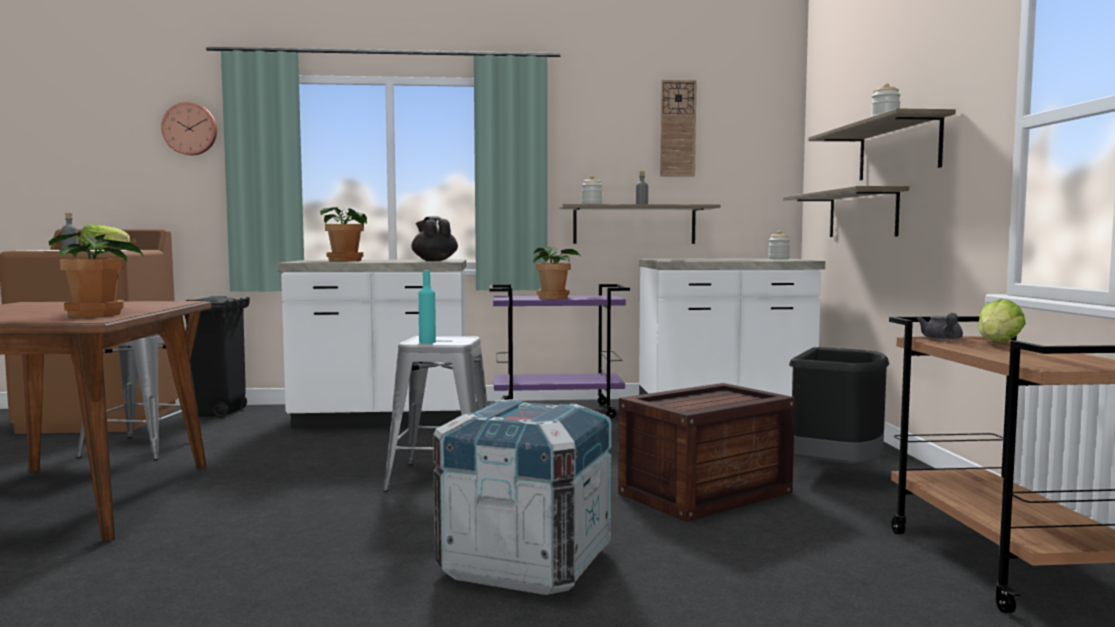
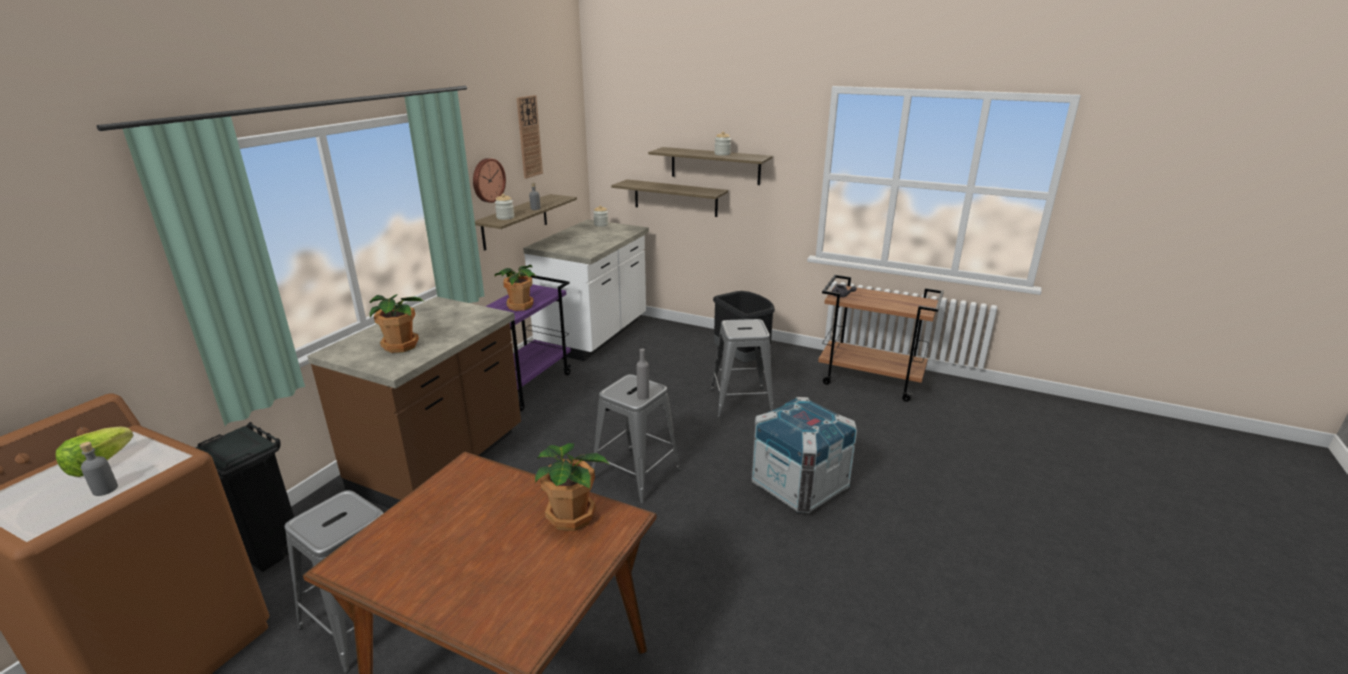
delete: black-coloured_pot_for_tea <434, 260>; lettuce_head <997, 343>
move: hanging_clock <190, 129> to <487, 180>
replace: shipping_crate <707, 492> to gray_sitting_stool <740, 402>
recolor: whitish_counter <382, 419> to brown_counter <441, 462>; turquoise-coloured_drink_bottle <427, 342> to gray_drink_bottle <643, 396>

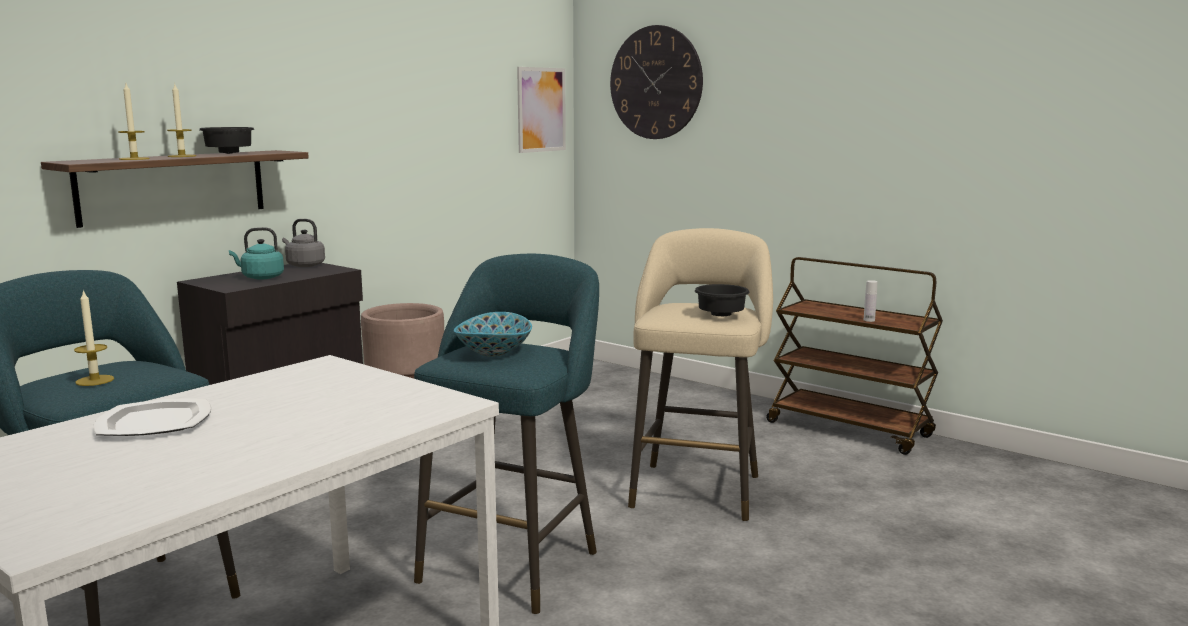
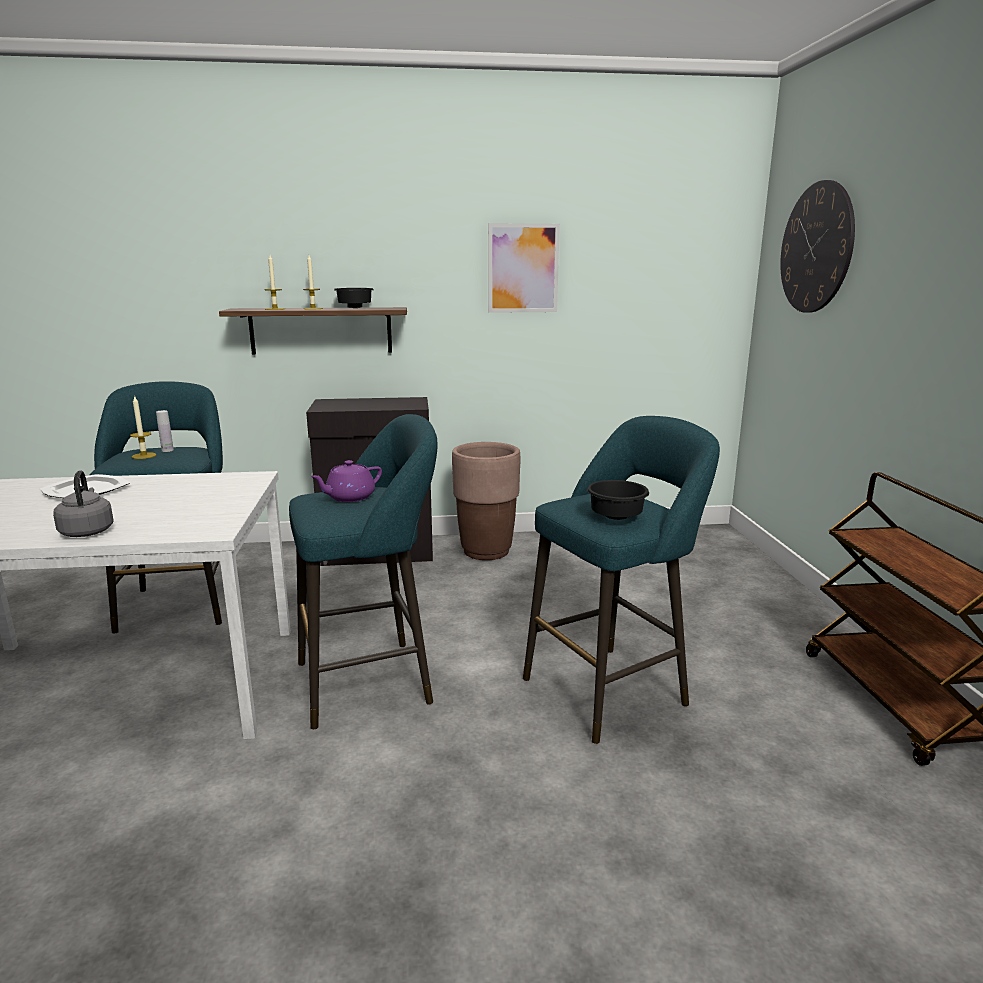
delete: turquoise-coloured_water_kettle <260, 277>
move: gray_water_kettle <304, 265> to <87, 531>; whitish_drink_bottle <869, 320> to <167, 450>; wall_art <541, 109> to <523, 268>
replace: bowl <494, 351> to purple-coloured_pot_for_tea <349, 497>
recolor: beige_sitting_stool <697, 487> to turquoise-coloured_sitting_stool <611, 688>

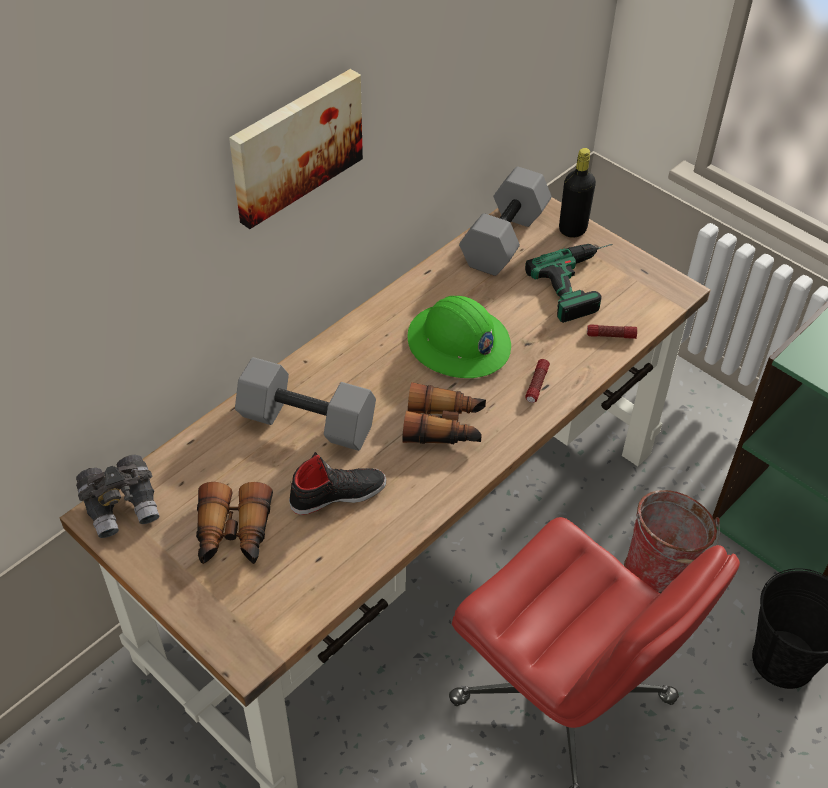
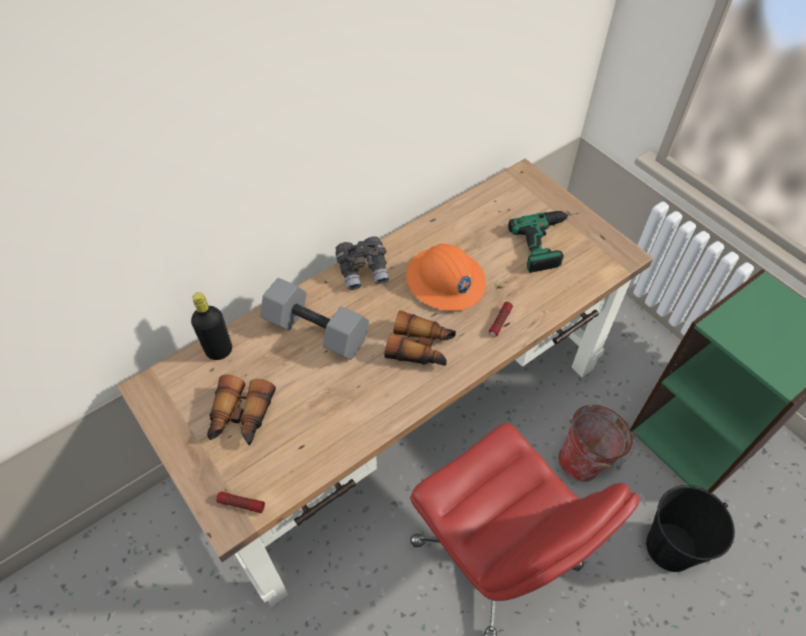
delete: wall_art <294, 145>; black-coloured_shoe <337, 494>; gray_hand_weight <505, 240>
move: black-coloured_drink_bottle <572, 229> to <219, 350>; hand_torch <611, 336> to <241, 504>; gray_pair_of_binoculars <122, 506> to <364, 271>
recolor: green_hard_hat <458, 344> to orange-coloured_hard_hat <445, 281>

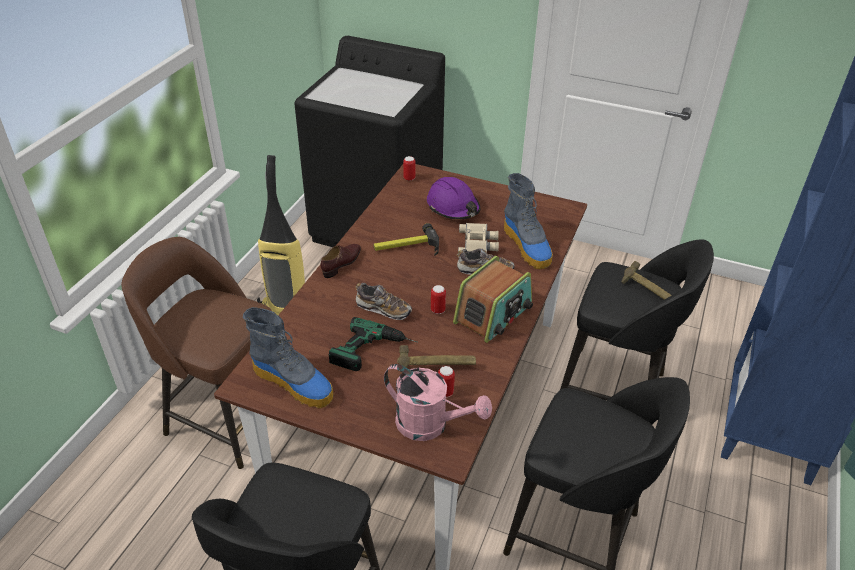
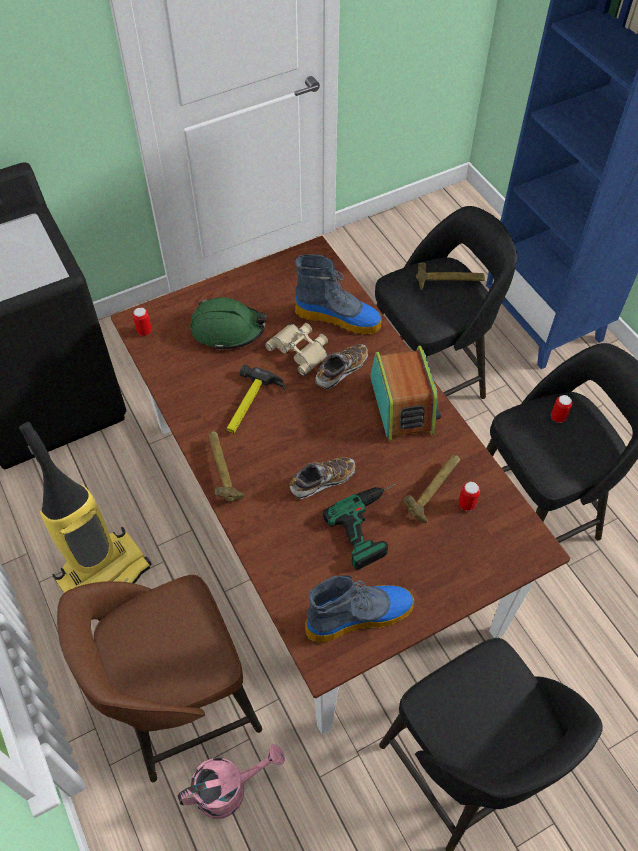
move: pinkish_watering_can <430, 425> to <230, 788>; can <437, 310> to <558, 417>
replace: brown_shoe <342, 263> to hand_hammer <223, 472>
recolor: purple-coloured_hard_hat <453, 207> to green_hard_hat <228, 329>

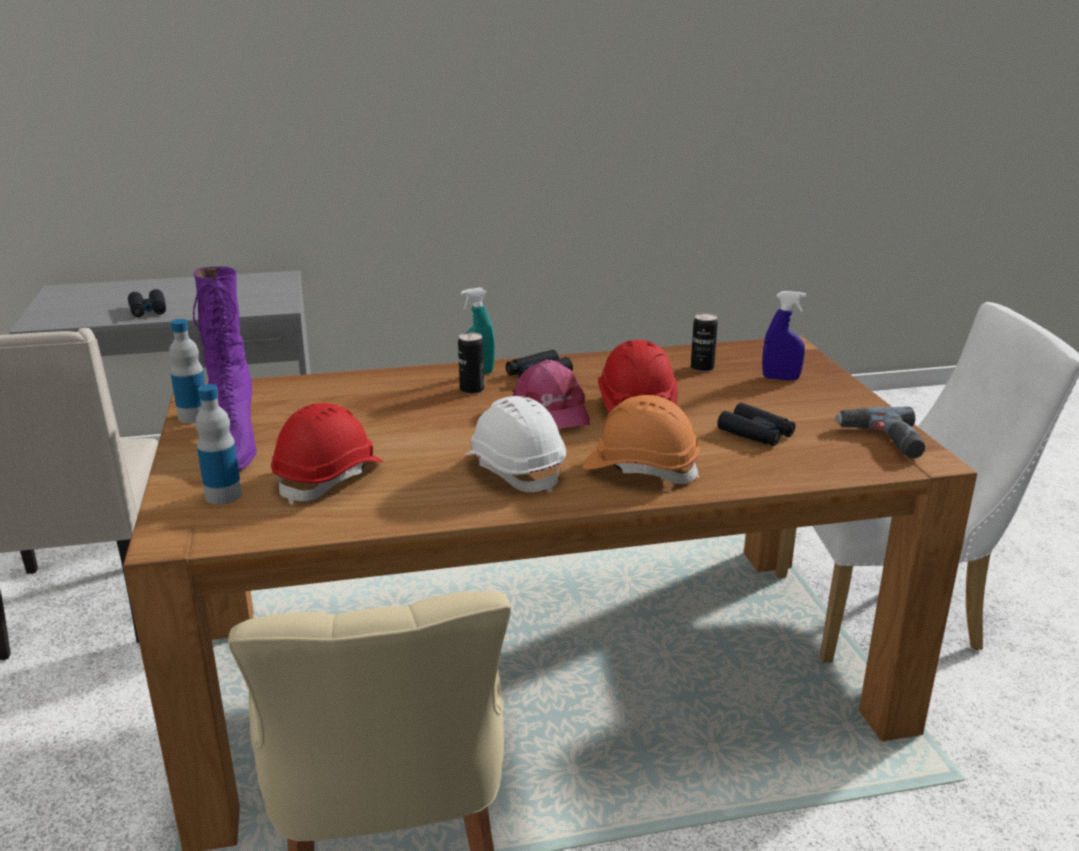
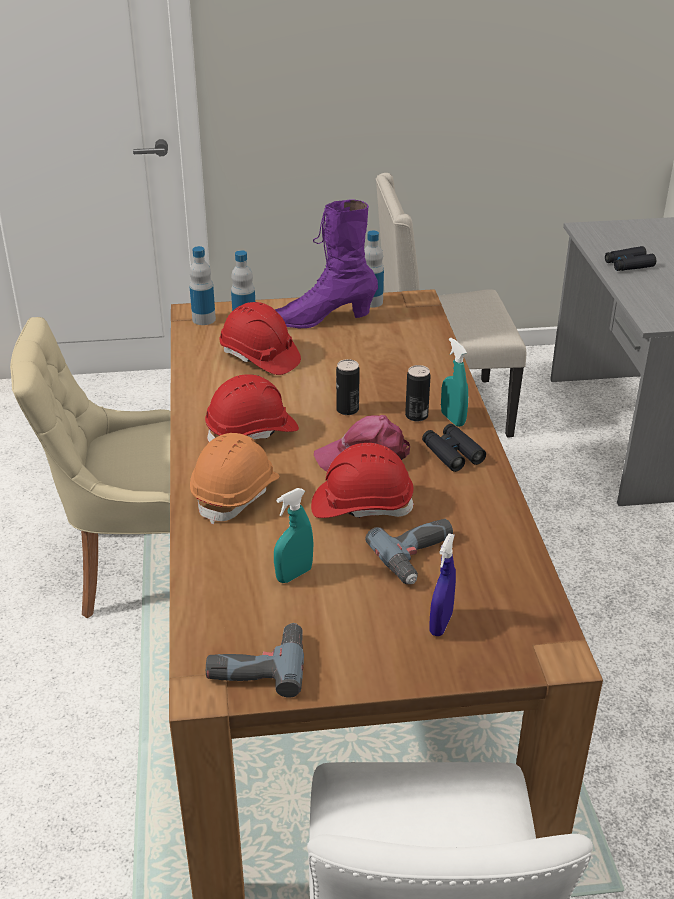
insert: drink_bottle <204, 319>; drill <419, 557>
move: can <702, 368> to <347, 410>
replace: black-coloured_pair_of_binoculars <756, 433> to turquoise-coloured_spray_bottle <294, 574>
recolor: whitish_hard_hat <515, 469> to red-coloured_hard_hat <252, 432>

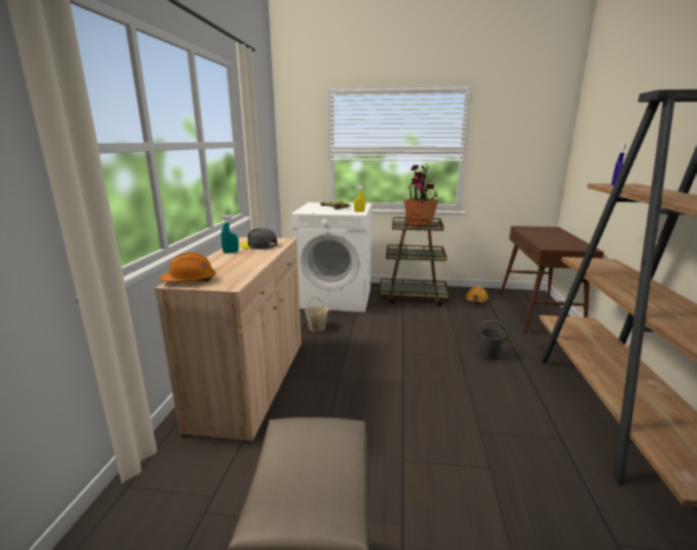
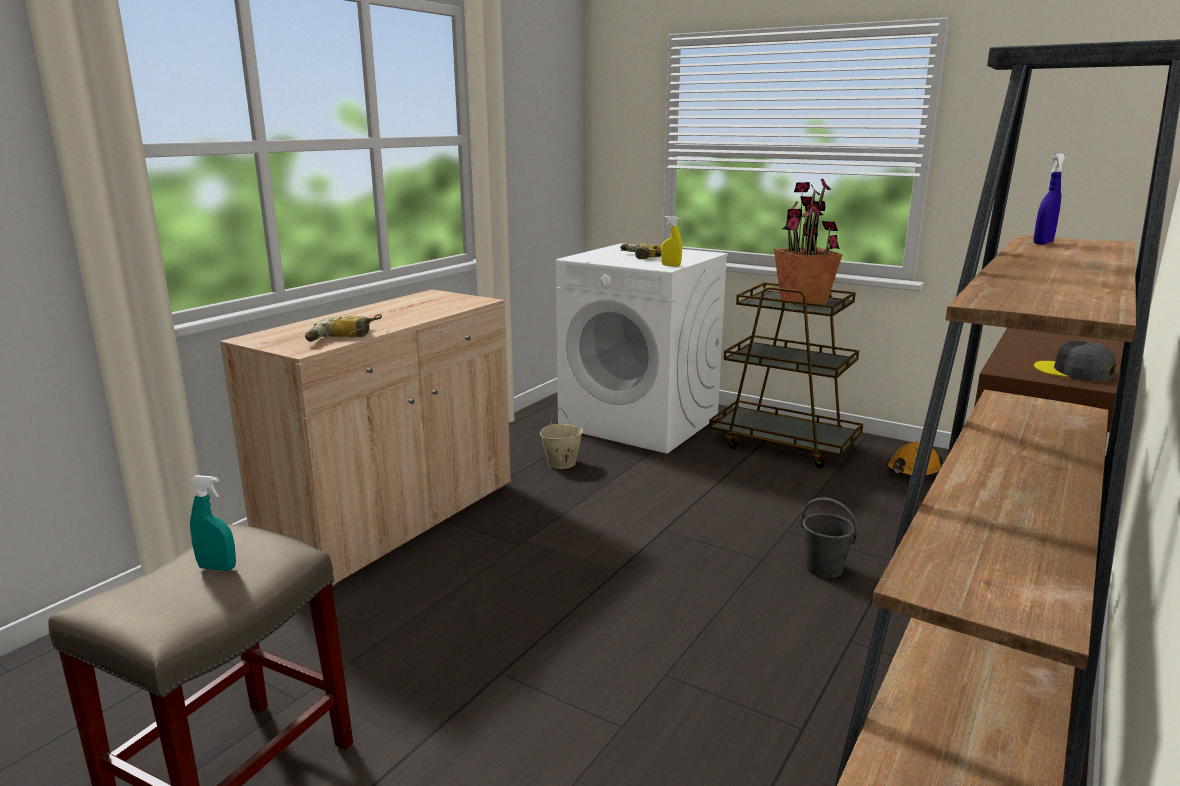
delete: orange-coloured_hard_hat <190, 280>
insert: drill <344, 336>
move: turquoise-coloured_spray_bottle <230, 252> to <217, 568>; gray_cap <258, 245> to <1074, 372>

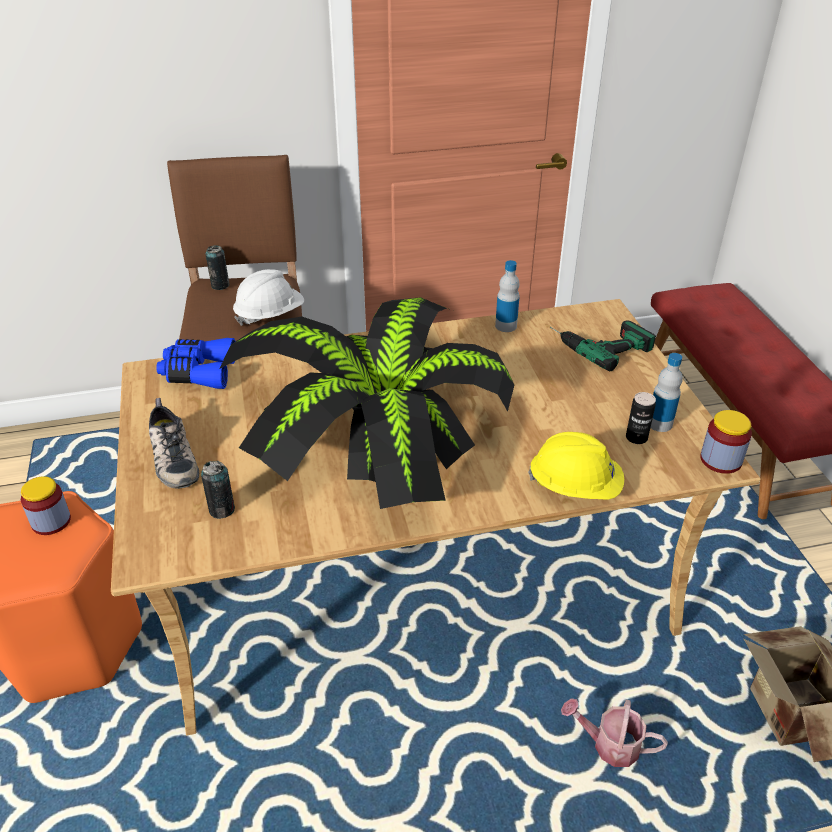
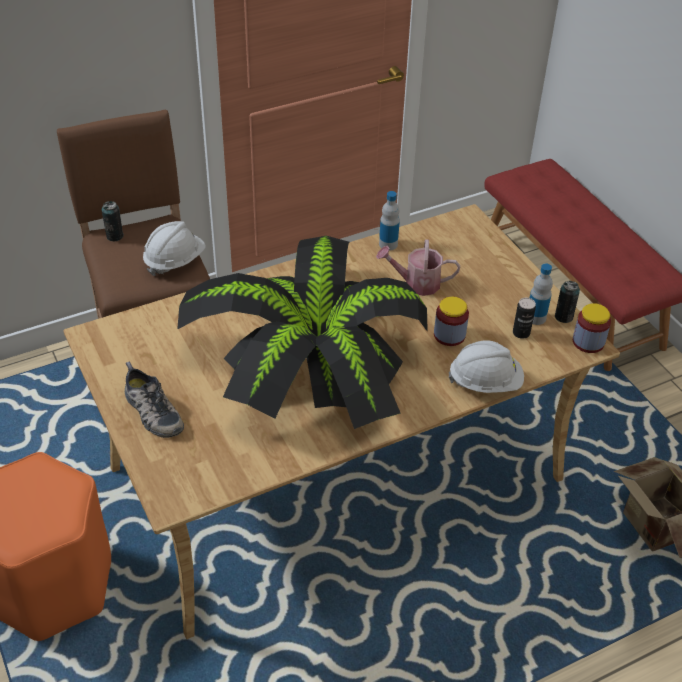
delete: blue_pair_of_binoculars <198, 372>; drill <598, 343>
move: watering_can <609, 746> to <416, 283>; preserve_jar <51, 521> to <449, 335>; can <222, 510> to <563, 317>
recolor: yellow_hard_hat <575, 487> to whitish_hard_hat <485, 382>

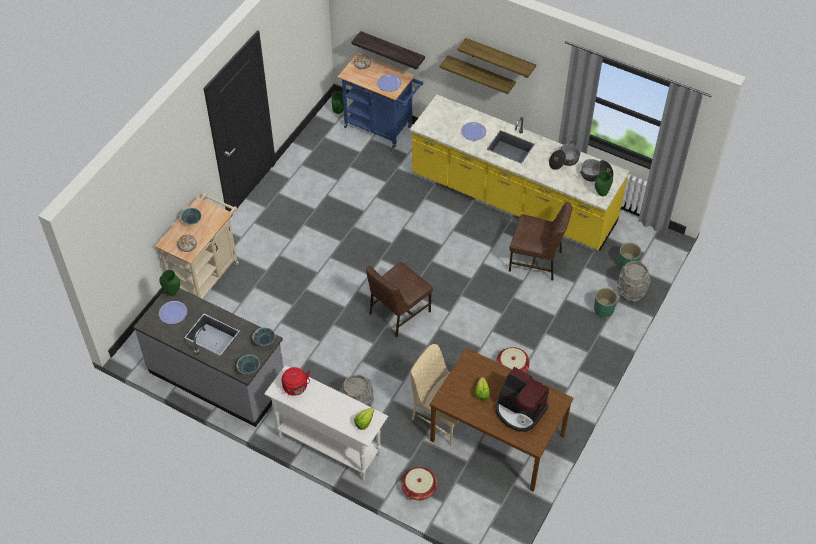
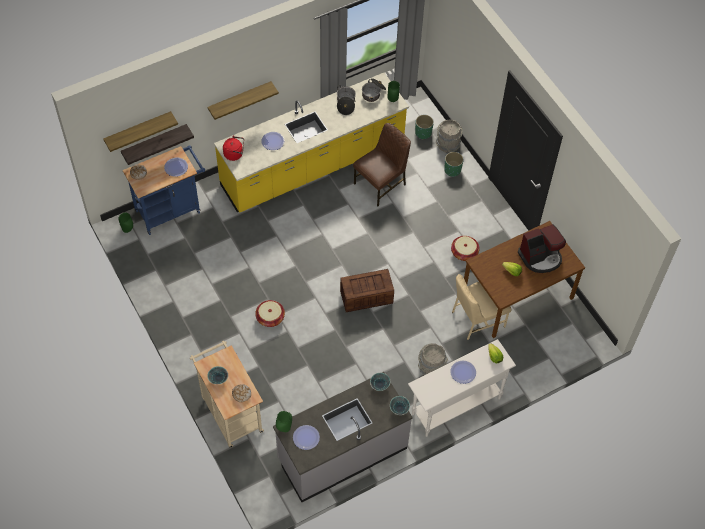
insert: flat_dish <463, 372>
move: bracket_shelf <500, 58> to <138, 130>; red-coloured_water_kettle <296, 388> to <234, 154>; storage_basket <419, 488> to <270, 318>
replace: brown_plain_chair <398, 312> to shipping_crate <365, 297>

